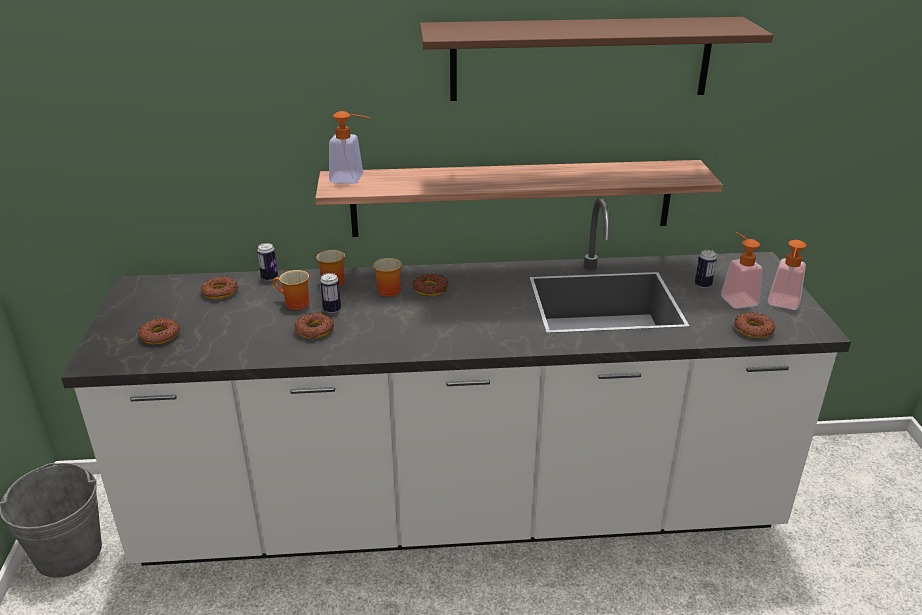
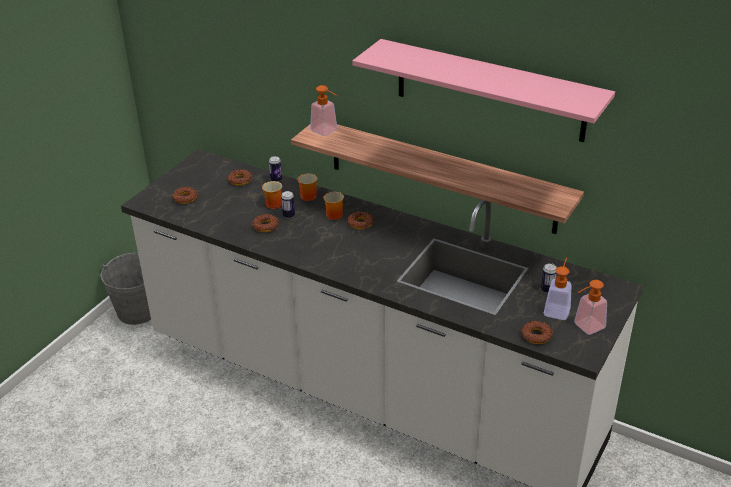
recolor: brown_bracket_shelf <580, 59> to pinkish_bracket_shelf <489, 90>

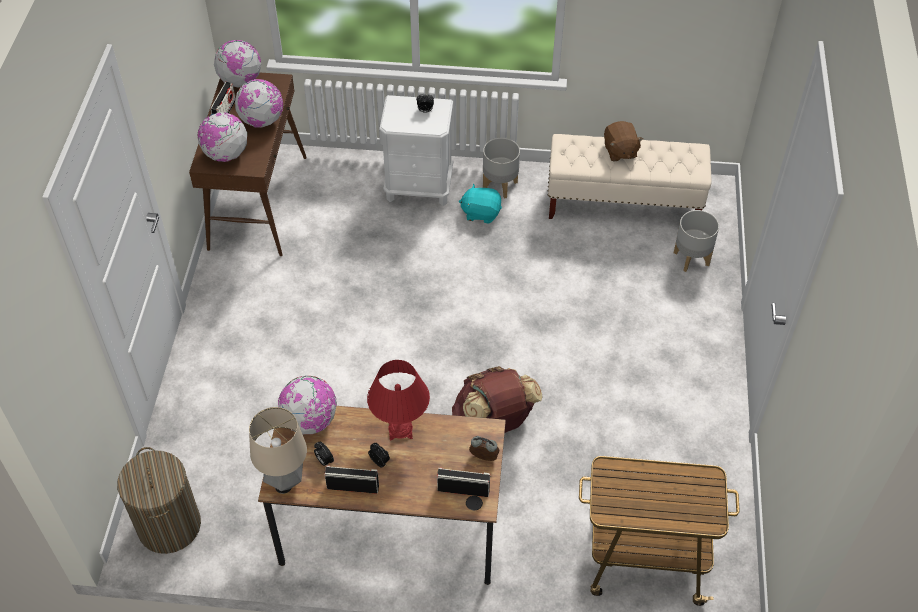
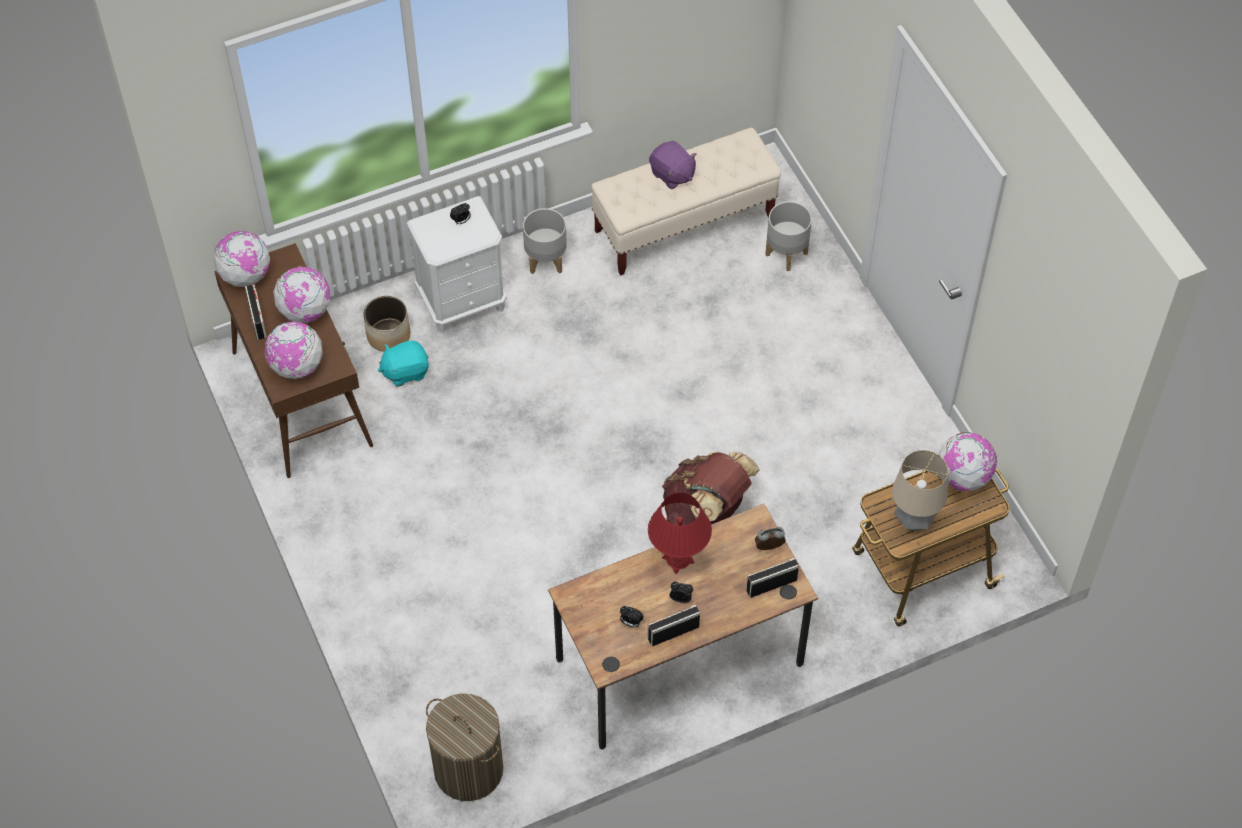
insert: planter <389, 335>
move: turquoise-coloured_cuddly_toy <481, 213> to <405, 371>; table_lamp <284, 480> to <913, 521>; globe <310, 421> to <963, 477>
recolor: brown_cuddly_toy <620, 151> to purple-coloured_cuddly_toy <672, 174>

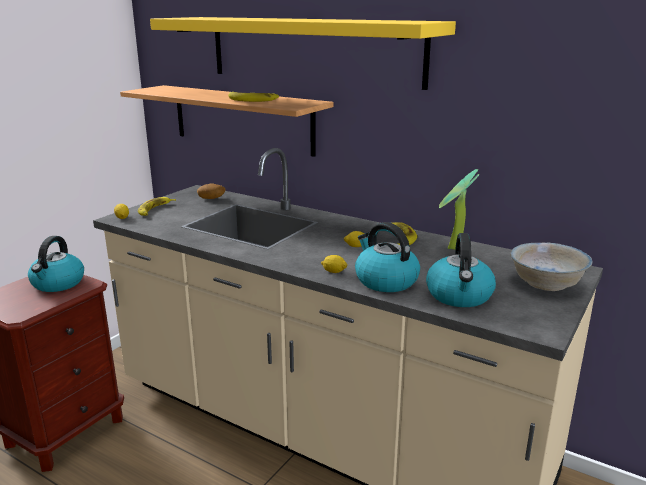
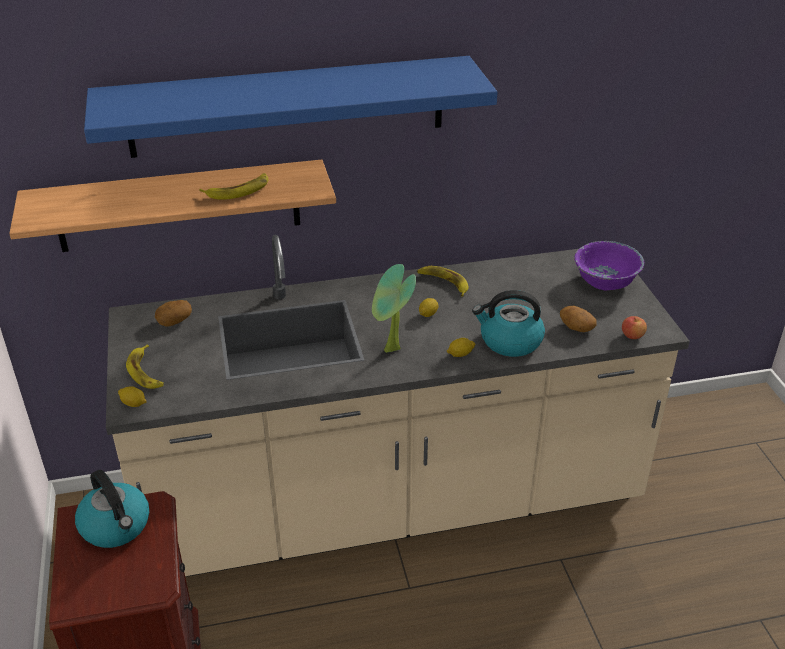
insert: whole_apple <632, 336>
move: plant_in_a_pot <453, 249> to <391, 351>
replace: water_kettle <459, 296> to potato <576, 327>
recolor: yellow_bracket_shelf <312, 50> to blue_bracket_shelf <287, 106>; whitish_bowl <547, 283> to purple-coloured_bowl <605, 281>

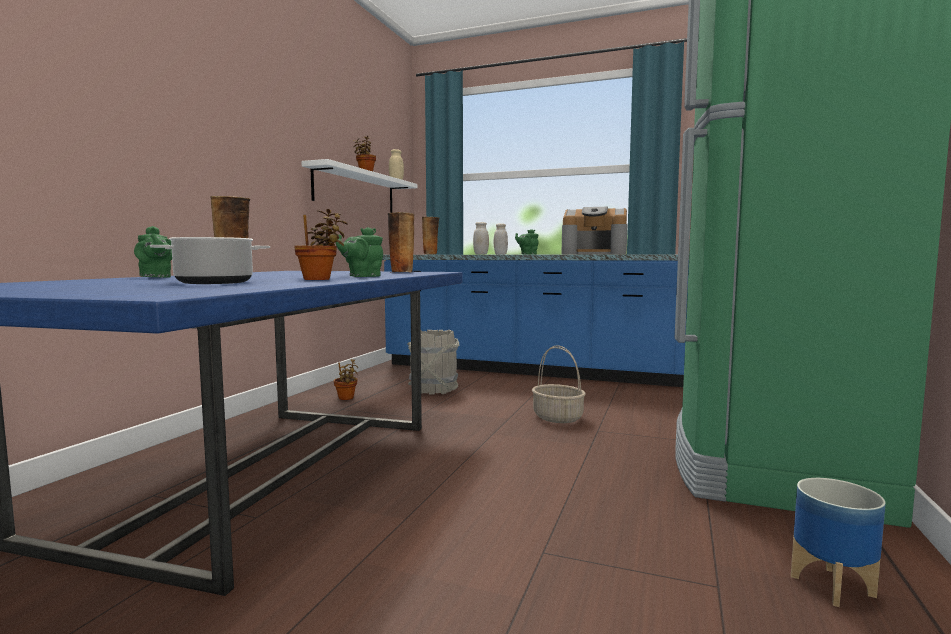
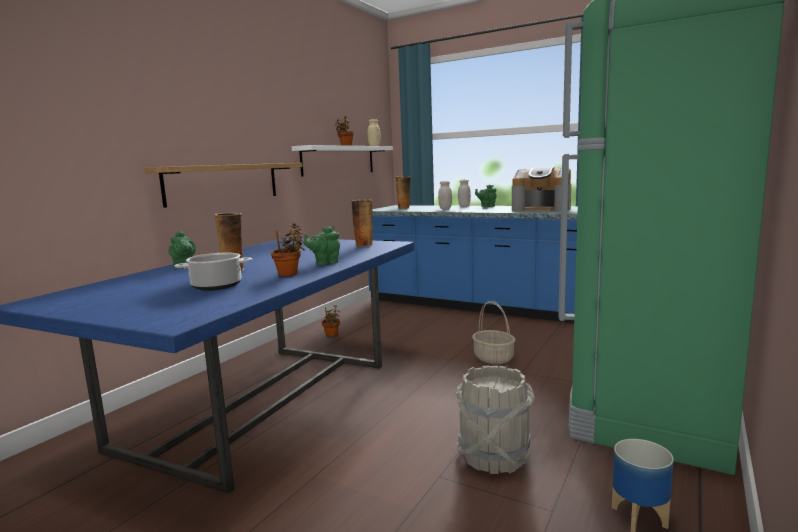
insert: bracket_shelf <223, 183>
move: gray_bucket <434, 389> to <494, 457>

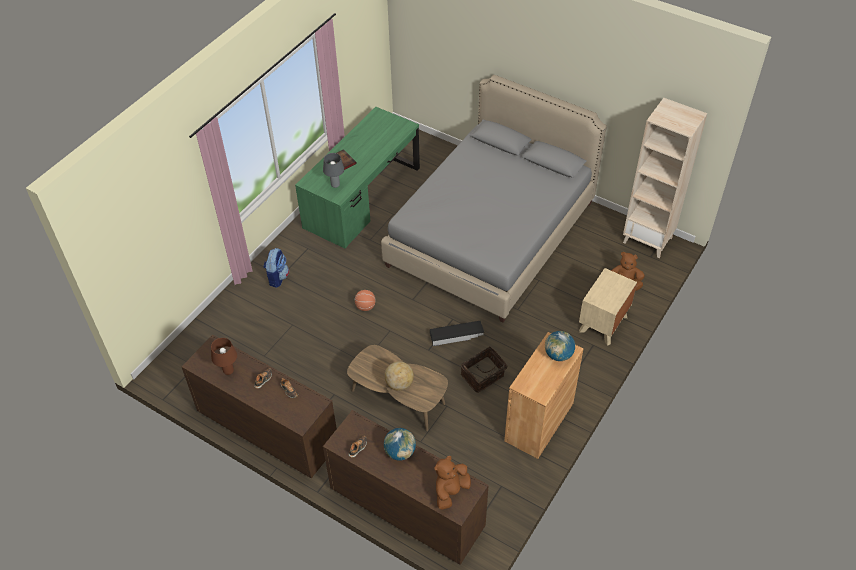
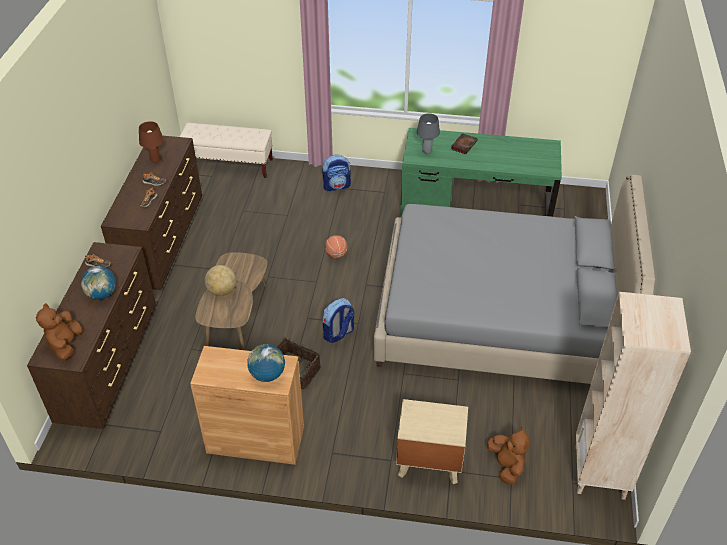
insert: beige_bench <229, 165>
replace: black-coloured_storage_container <457, 335> to rucksack <338, 334>
rotate: brown_cuddly_toy <450, 491> = <65, 345> 105 degrees counterclockwise

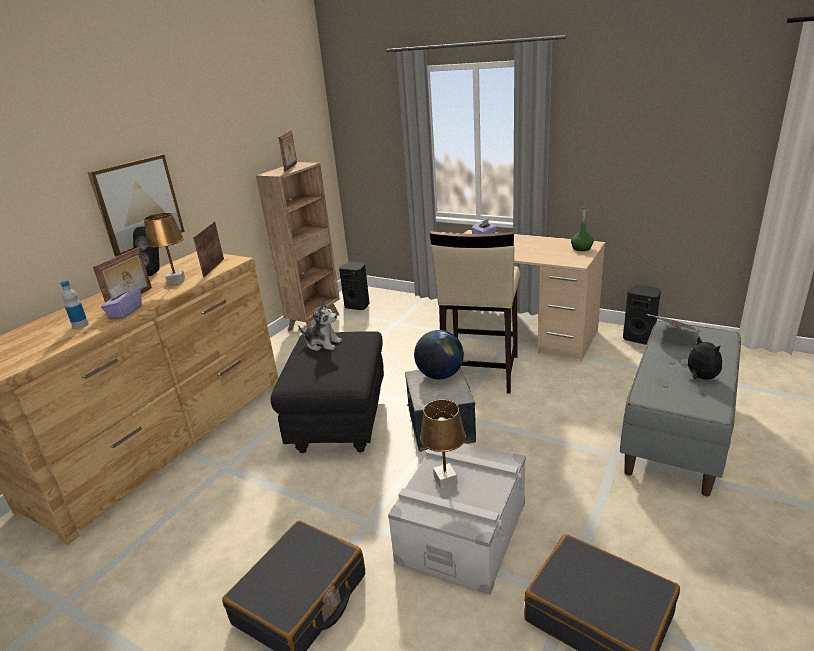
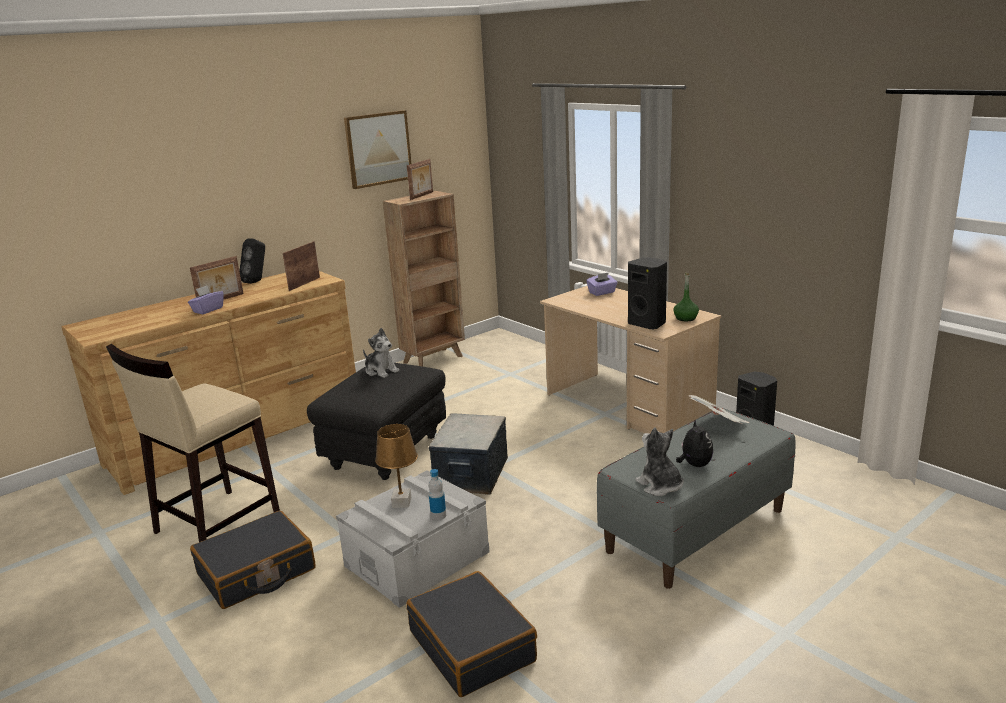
delete: brown_table_lamp <176, 282>; globe <440, 375>
insert: cuddly_toy <660, 486>
move: beige_sitting_stool <479, 372> to <216, 523>; wall_art <138, 204> to <378, 149>; drink_bottle <80, 325> to <438, 515>; black-coloured_audio_speaker <358, 306> to <648, 324>

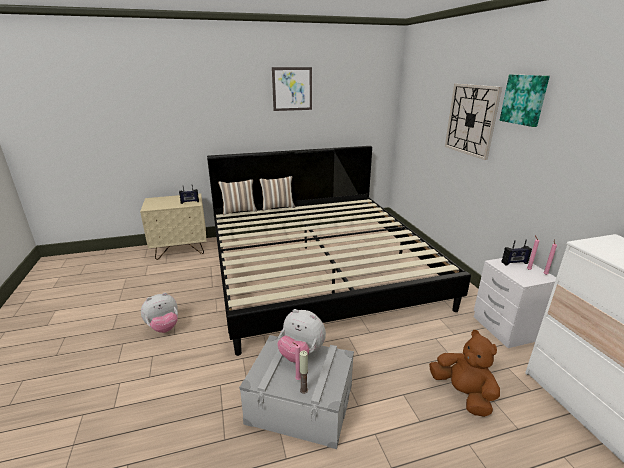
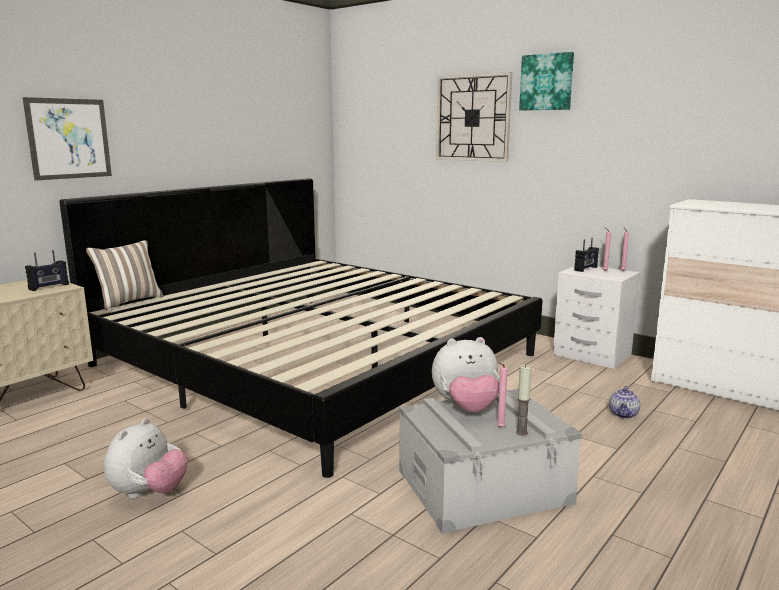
delete: pillow <277, 207>
move: wall_art <292, 89> to <69, 138>
replace: brown_cuddly_toy <462, 393> to pot_for_tea <624, 414>

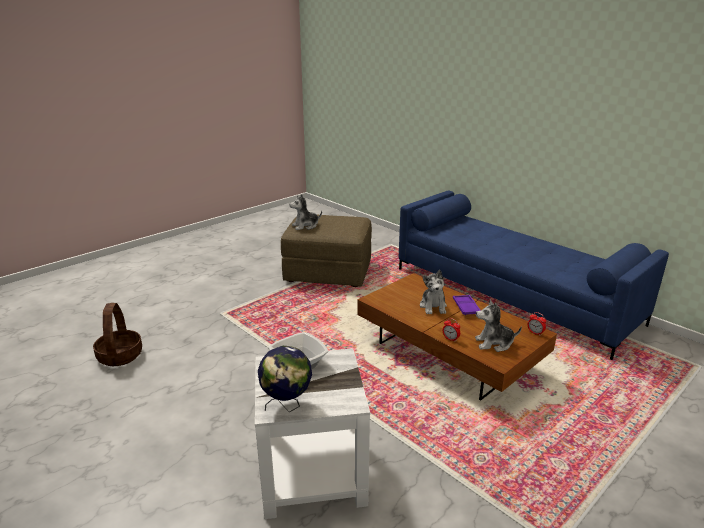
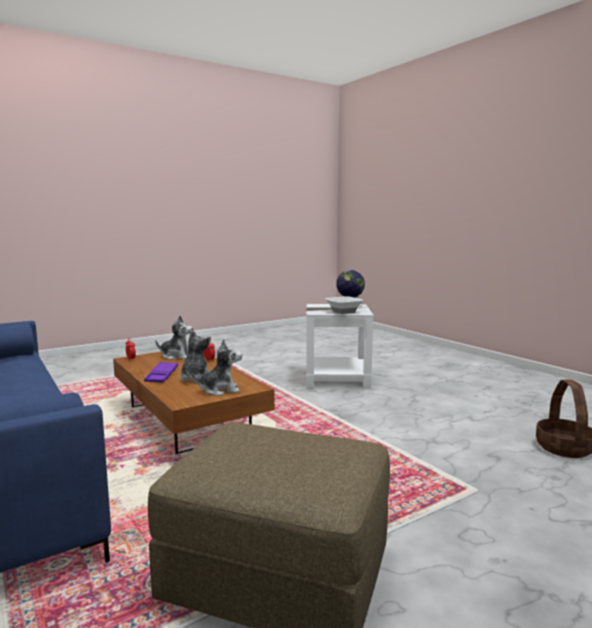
move: cuddly_toy <305, 226> to <219, 390>

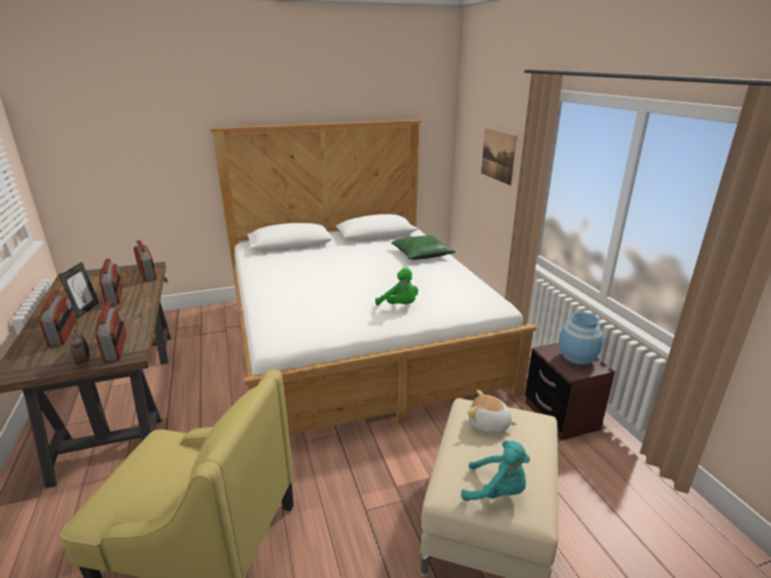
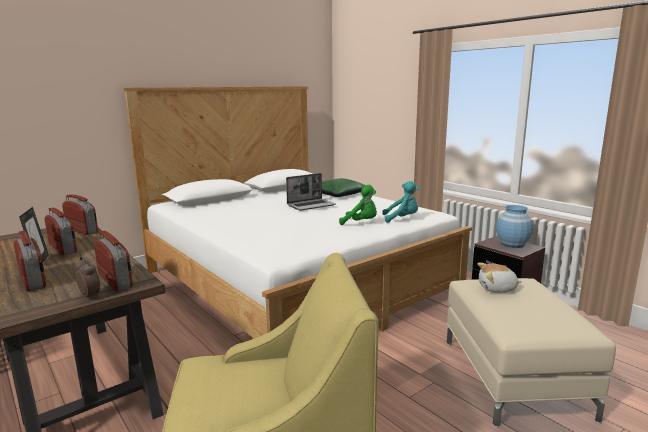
delete: wall_art <498, 155>
insert: notebook_computer <311, 205>
move: turquoise-coloured_cuddly_toy <496, 491> to <402, 219>

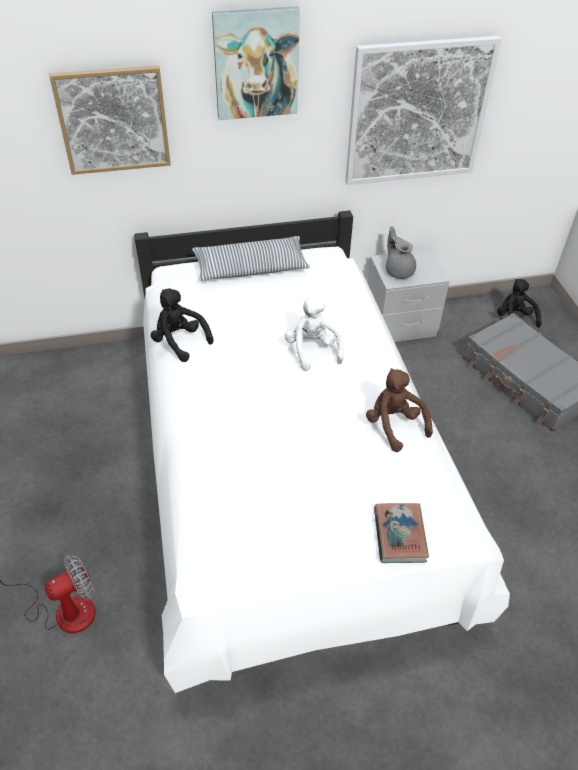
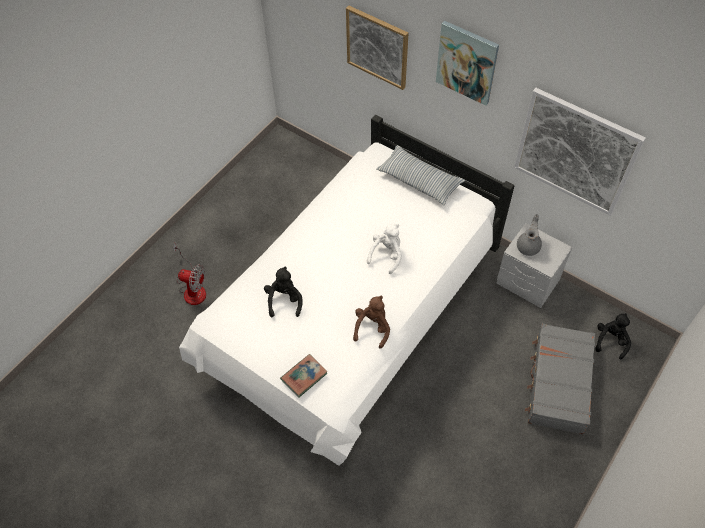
move: black-coloured_cuddly_toy <179, 341> to <284, 300>

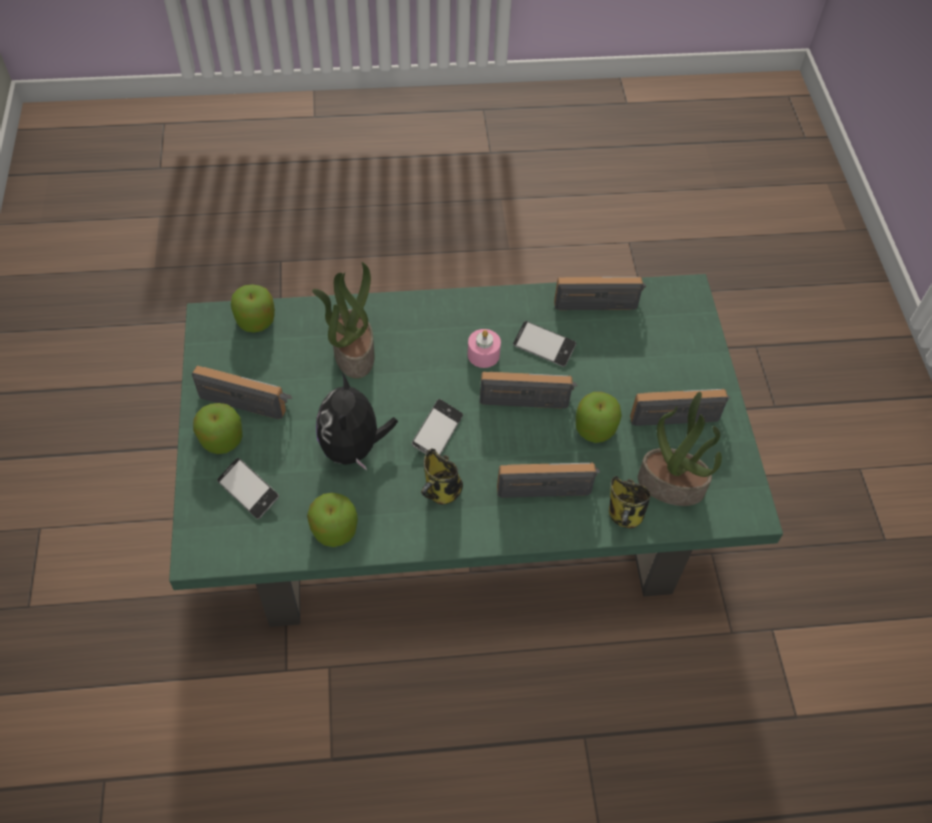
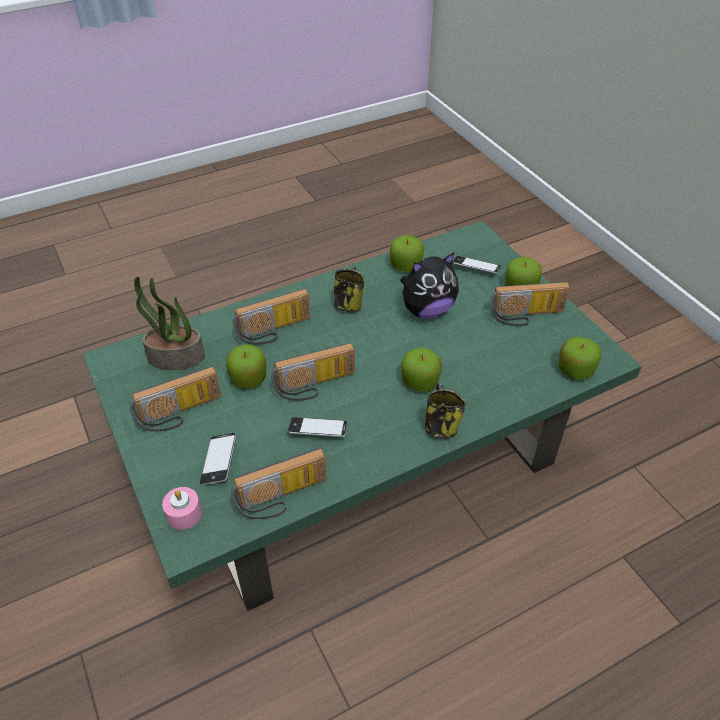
delete: plant_in_a_pot <352, 353>
insert: whole_apple <420, 382>
move: pinkish_candle <483, 354> to <184, 514>; telephone <437, 432> to <219, 462>; coffee_mug <625, 516> to <440, 426>
rotate: cuddly_toy <354, 447> = <427, 310> 90 degrees clockwise

